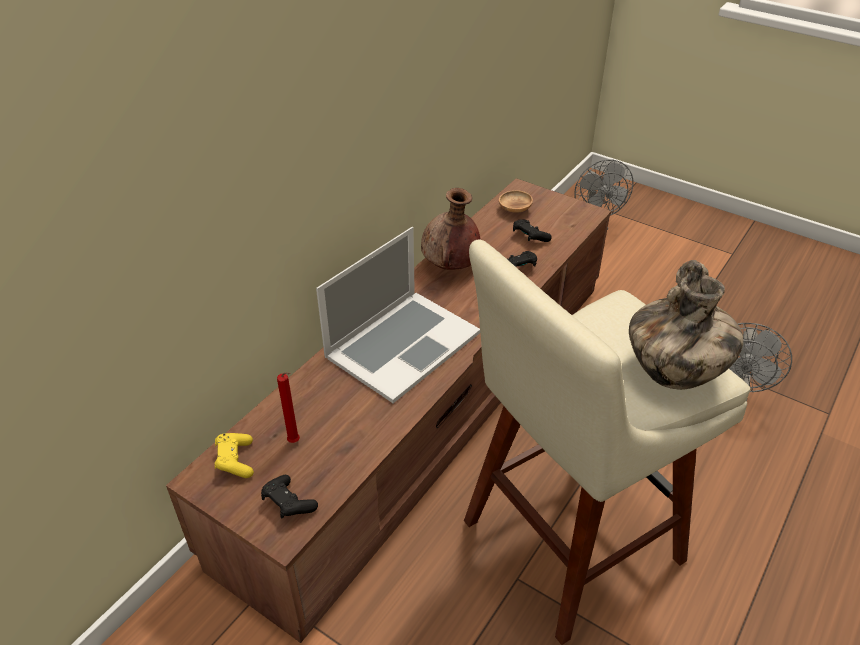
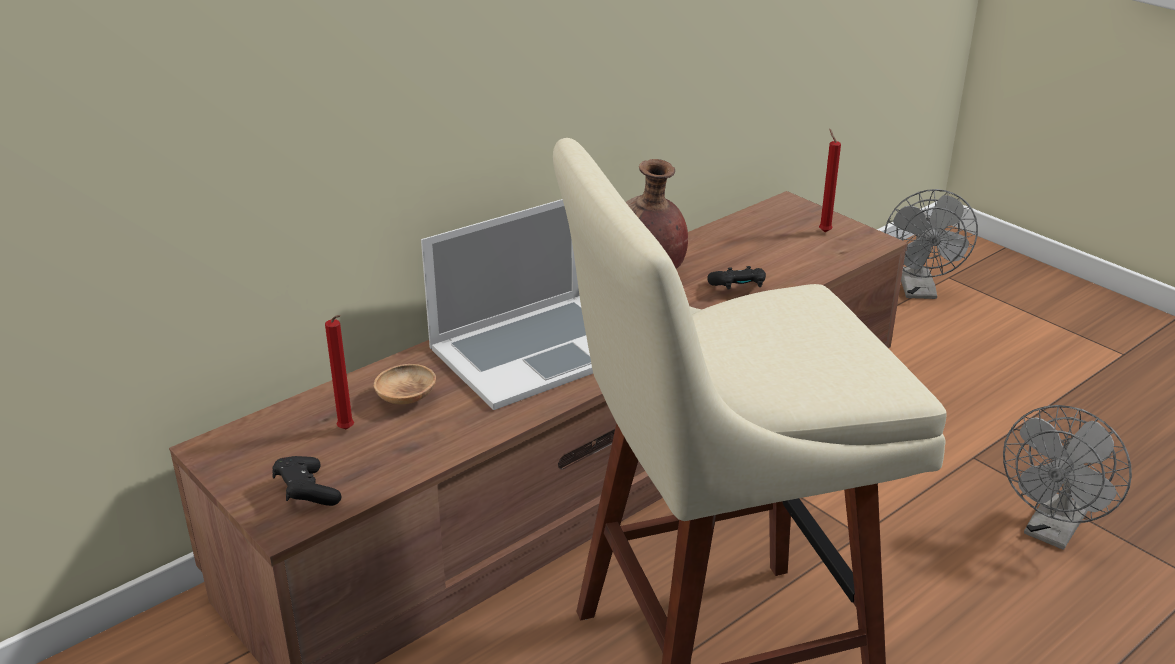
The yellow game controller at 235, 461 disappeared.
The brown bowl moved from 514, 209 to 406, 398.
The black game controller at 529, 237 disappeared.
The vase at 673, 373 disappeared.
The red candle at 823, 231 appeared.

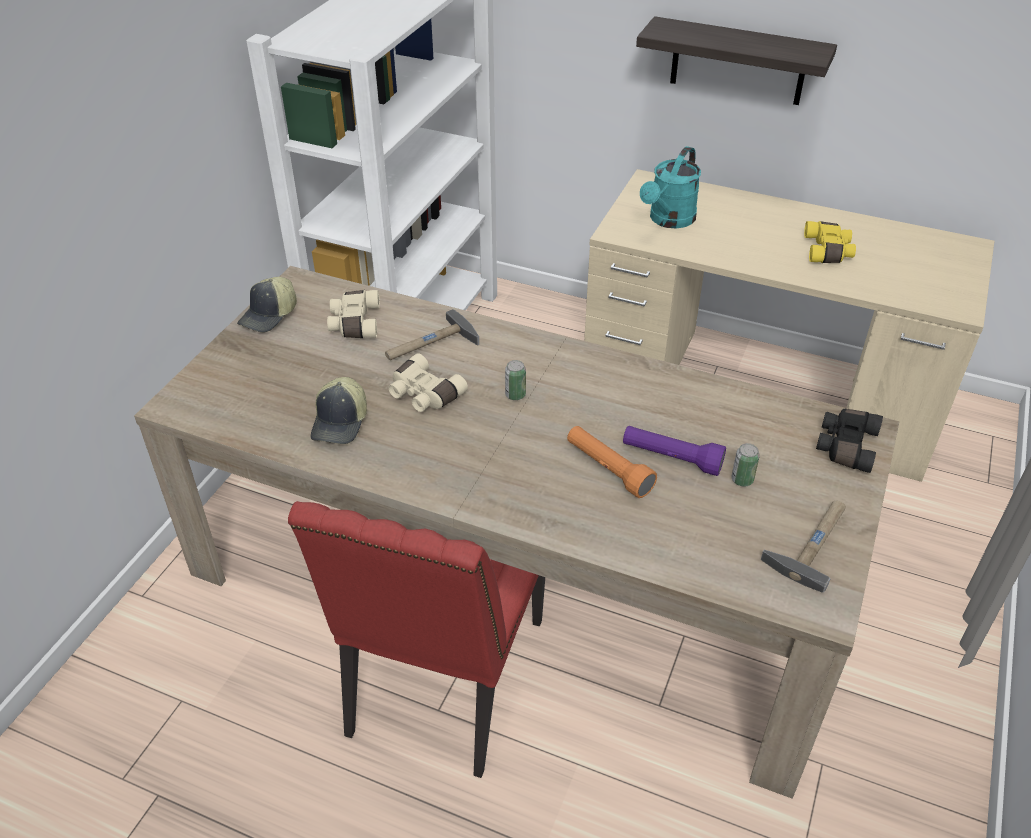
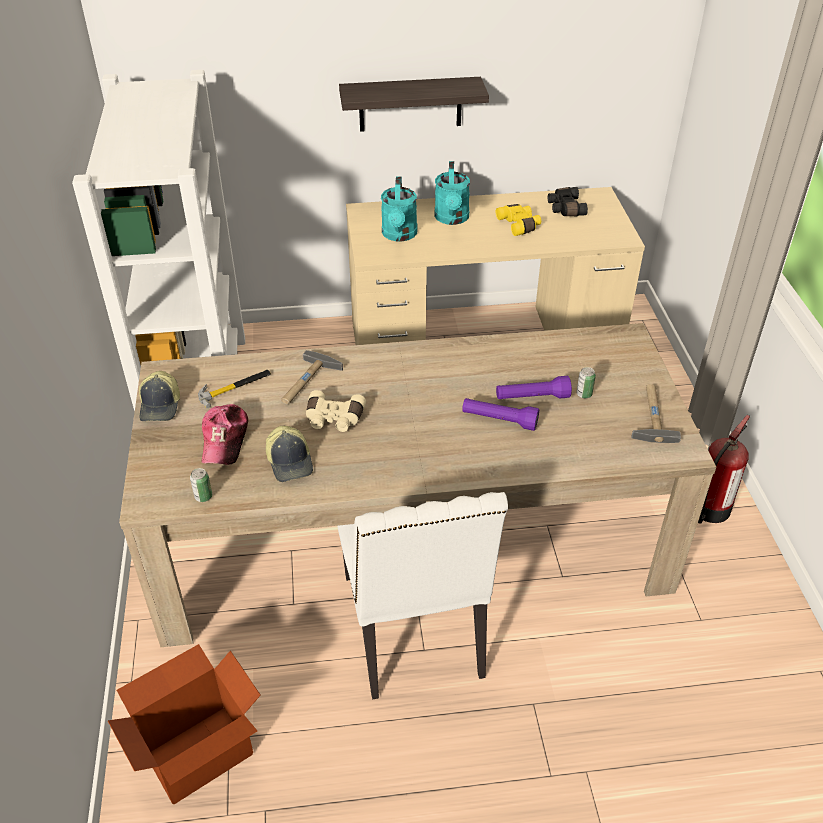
The red chair at 446, 674 became the white chair at 412, 623.
The beige binoculars at 354, 323 was replaced by the hammer at 235, 387.
The can moved from 515, 395 to 203, 496.
The orange flashlight at 608, 469 became the purple flashlight at 499, 420.
The black binoculars moved from 845, 446 to 565, 208.
The cardboard box at 198, 753 appeared.
The cap at 225, 440 appeared.
The turquoise watering can at 452, 219 appeared.
The fire extinguisher at 709, 510 appeared.

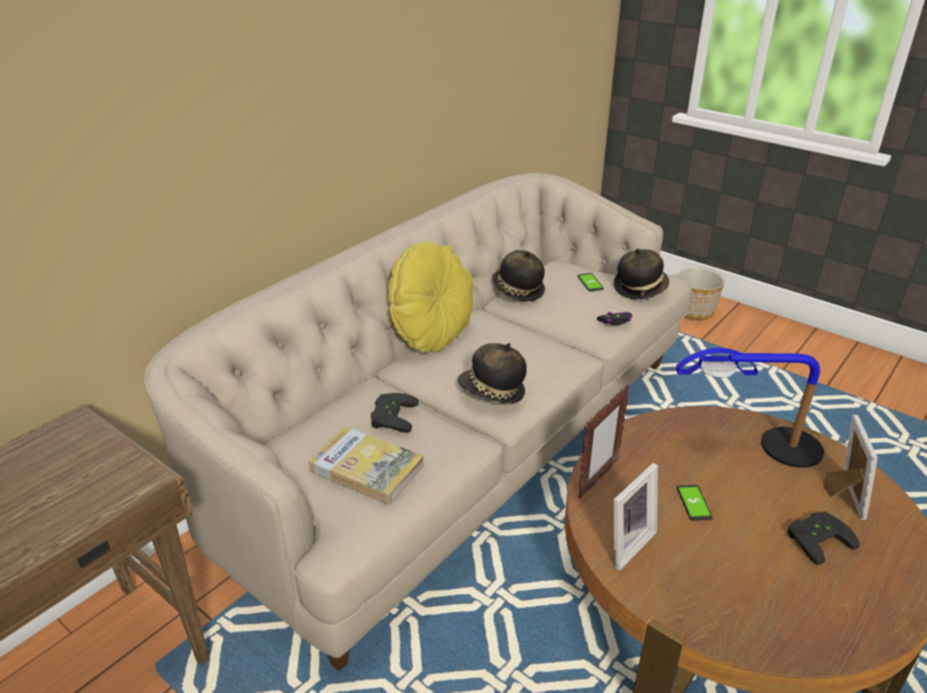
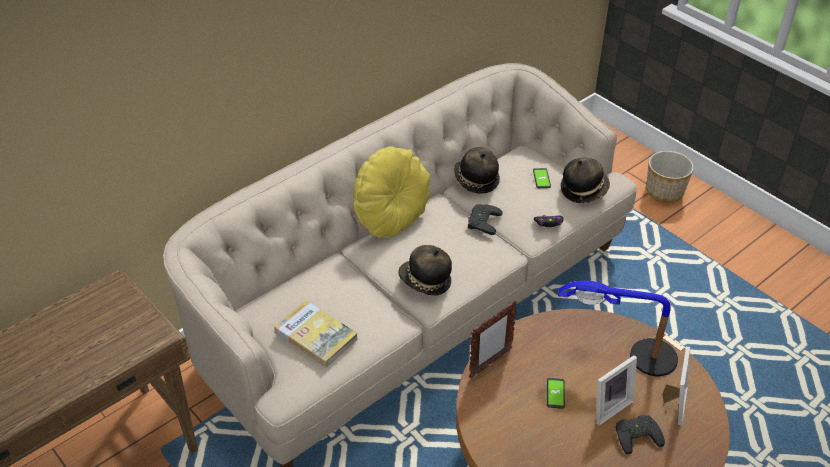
The black game controller moved from 391, 415 to 481, 221.
The picture frame moved from 625, 543 to 608, 406.

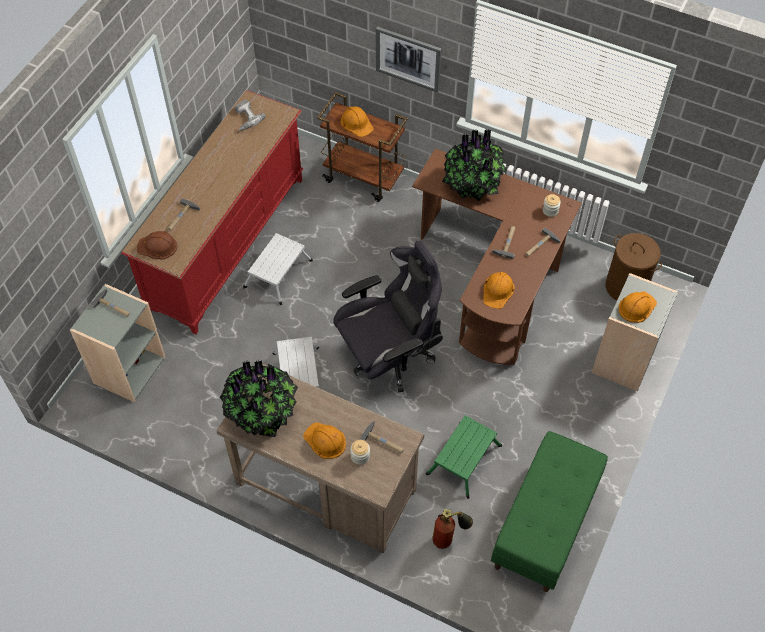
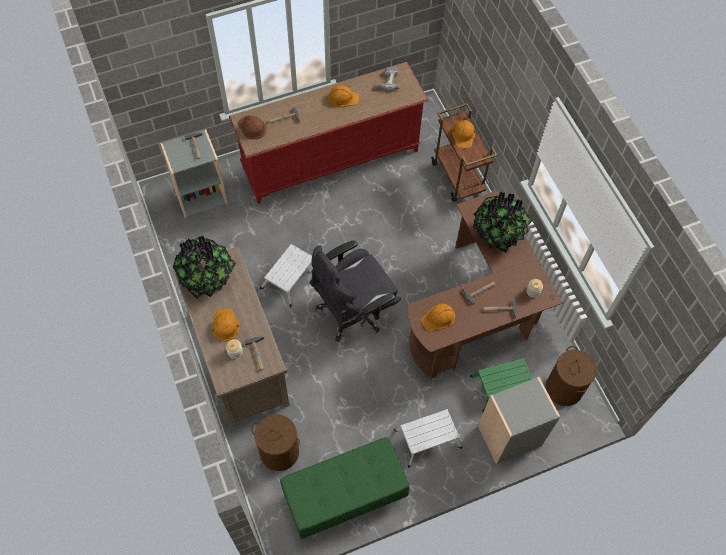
The white step ladder moved from 278, 274 to 427, 439.
The black office chair at 387, 359 turned 135 degrees clockwise.
The picture at 408, 58 disappeared.
The green step ladder moved from 463, 460 to 502, 386.
The fire extinguisher at 449, 537 was replaced by the brown laundry basket at 279, 452.
The orange hard hat moved from 636, 307 to 343, 98.

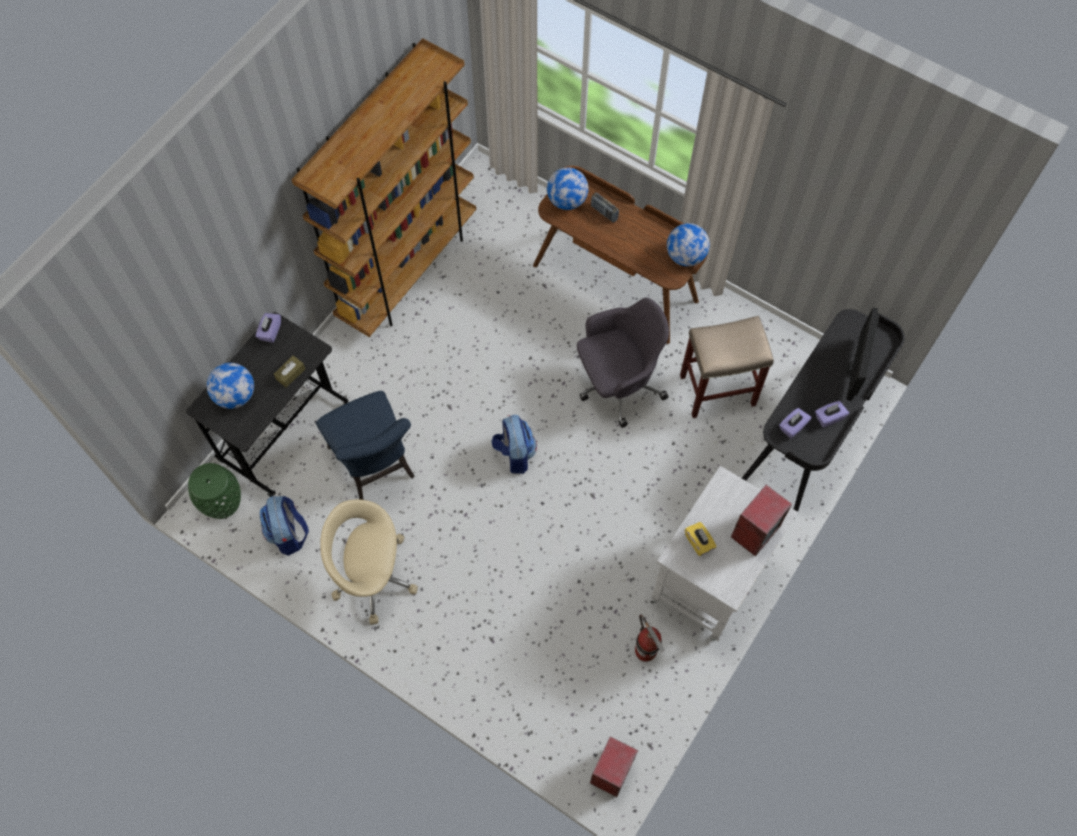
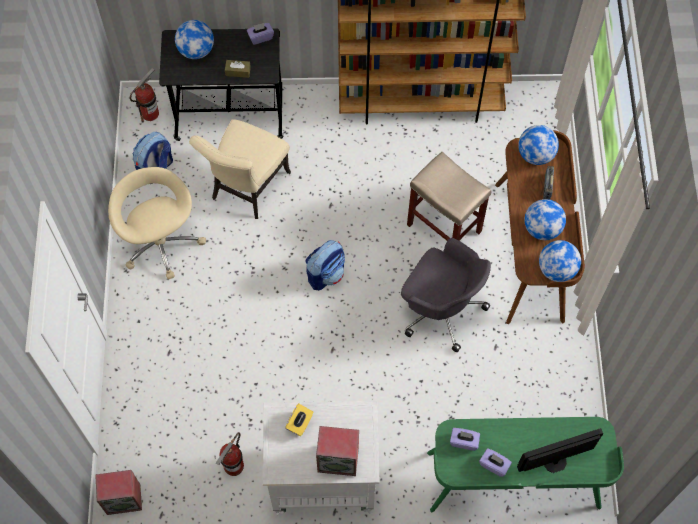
The green stool at 222, 502 was replaced by the fire extinguisher at 150, 113.
The blue chair at 375, 465 became the beige chair at 247, 188.
The beige stool moved from 718, 389 to 445, 228.
The black desk at 811, 431 became the green desk at 513, 481.
The globe at 542, 229 appeared.

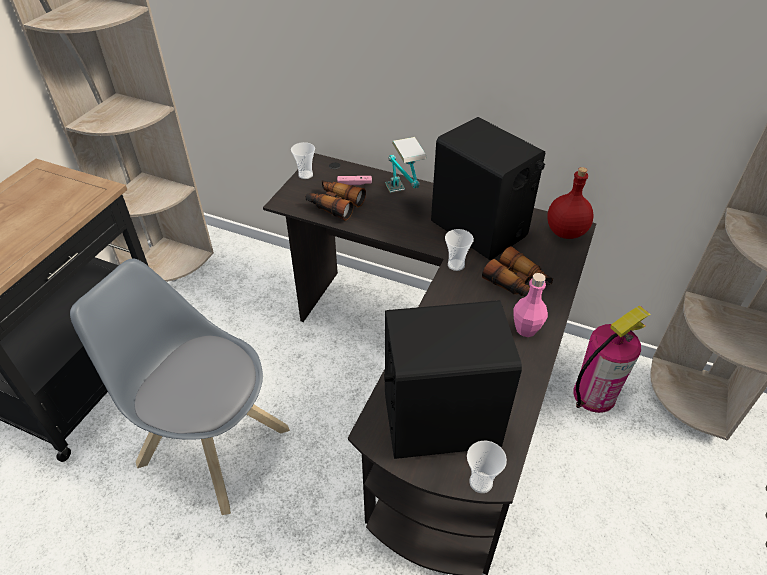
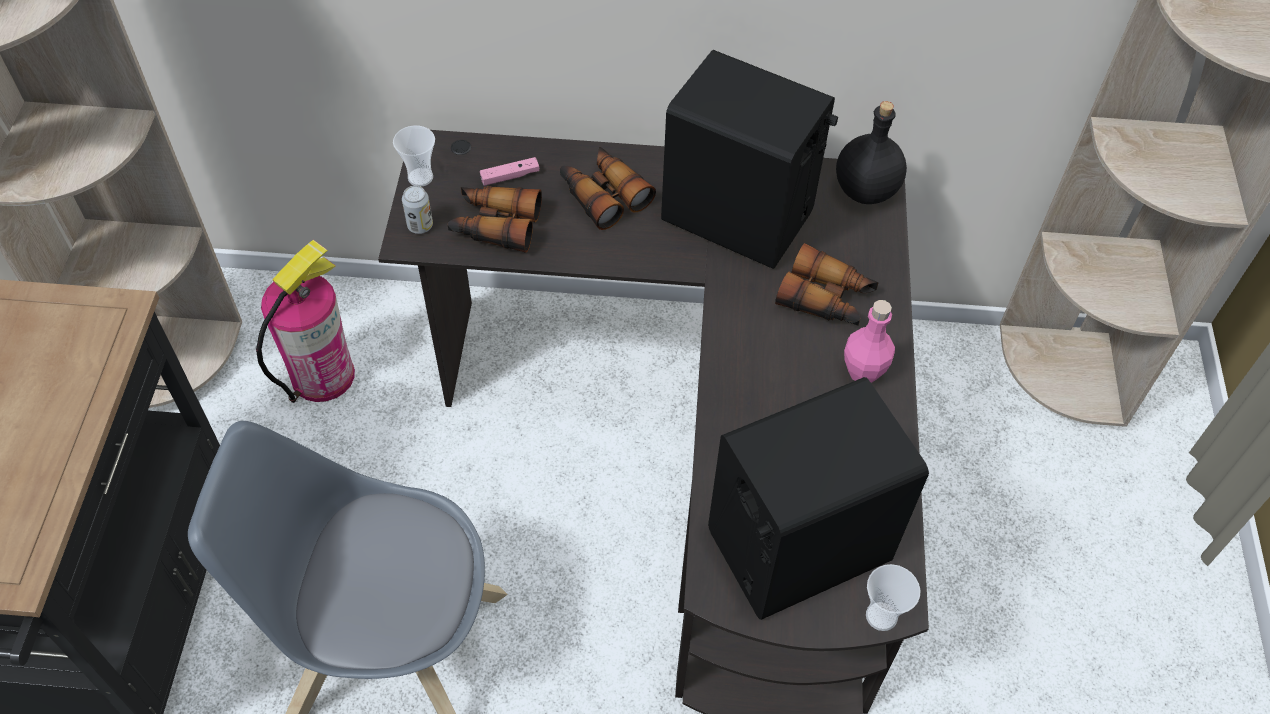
The table lamp at 403, 202 was replaced by the binoculars at 603, 194.
The cup at 456, 265 disappeared.
The red bottle at 565, 232 became the black bottle at 866, 191.
The fire extinguisher moved from 594, 394 to 322, 375.
The can at 420, 225 appeared.

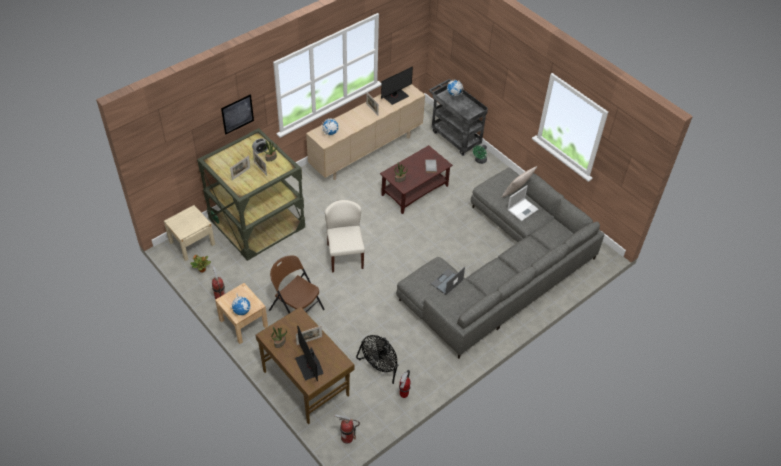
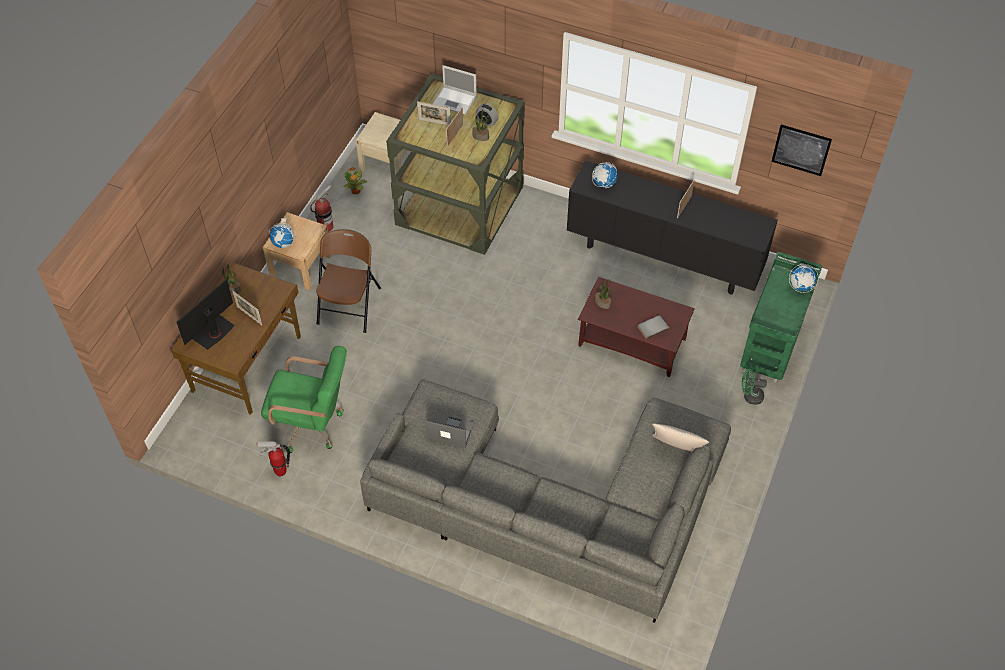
The picture moved from 237, 114 to 801, 150.
The beige cabinet at 366, 152 became the black cabinet at 664, 258.
The beige chair at 345, 256 disappeared.
The fire extinguisher at 347, 437 disappeared.
The black fan at 380, 364 was replaced by the green office chair at 313, 427.
The monitor at 395, 96 disappeared.
The black cart at 453, 139 became the green cart at 771, 346.
The laptop moved from 523, 209 to 455, 100.

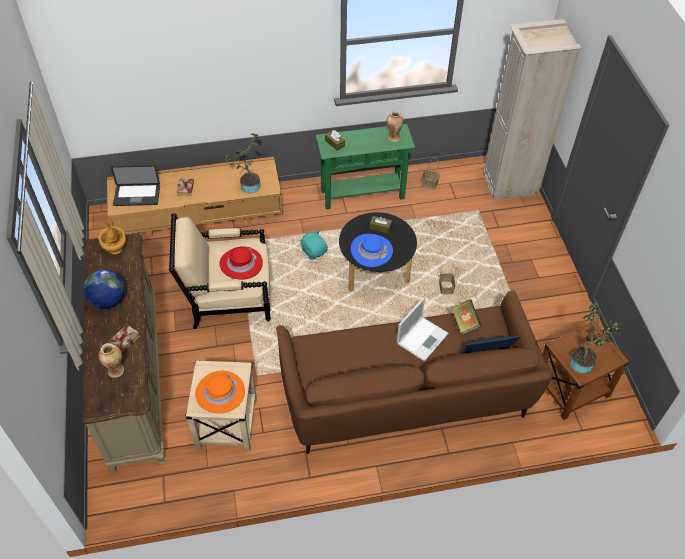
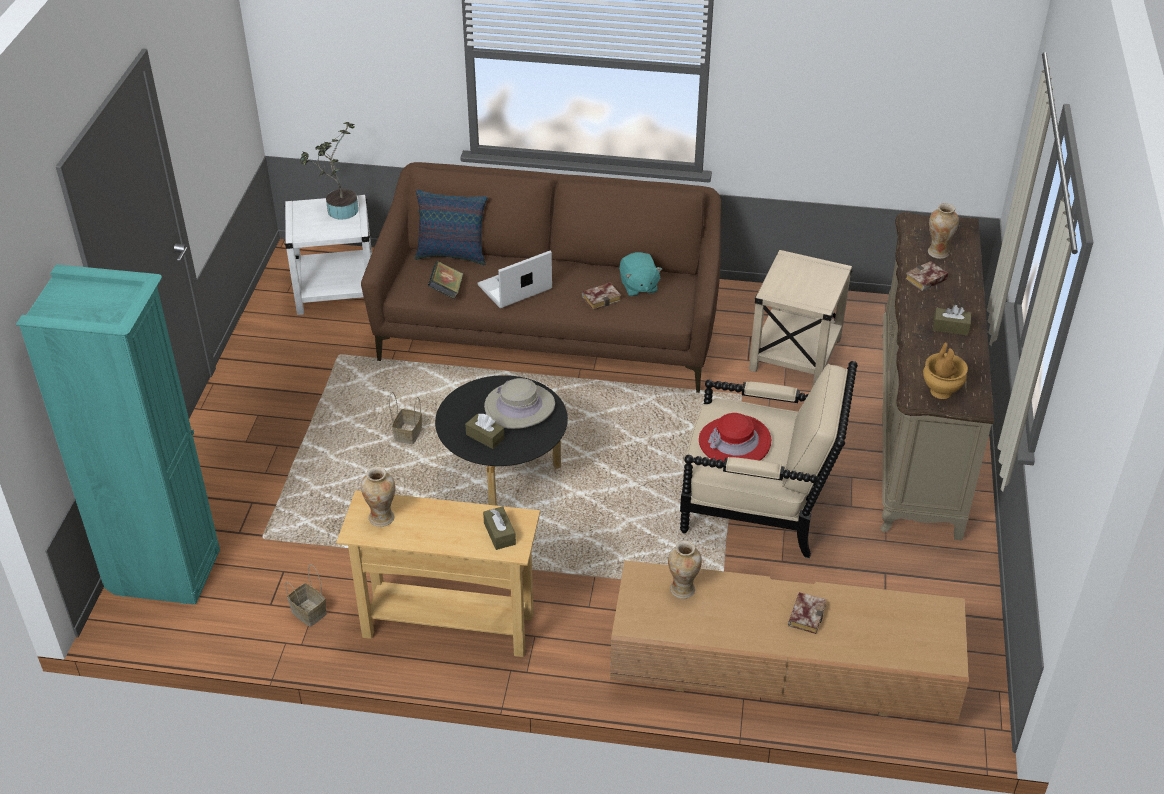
The globe at 108, 300 was replaced by the brown tissue box at 950, 327.
The laptop at 137, 196 disappeared.
The orange hat at 220, 392 disappeared.
The potted plant at 248, 186 was replaced by the vase at 682, 589.
The turquoise plush toy moved from 314, 251 to 638, 286.
The green console table at 362, 194 became the beige console table at 448, 625.
The blue hat at 371, 250 became the beige hat at 519, 407.
The beige cabinet at 509, 184 became the turquoise cabinet at 165, 571.
The brown side table at 570, 388 became the white side table at 336, 290.
The book at 602, 298 appeared.

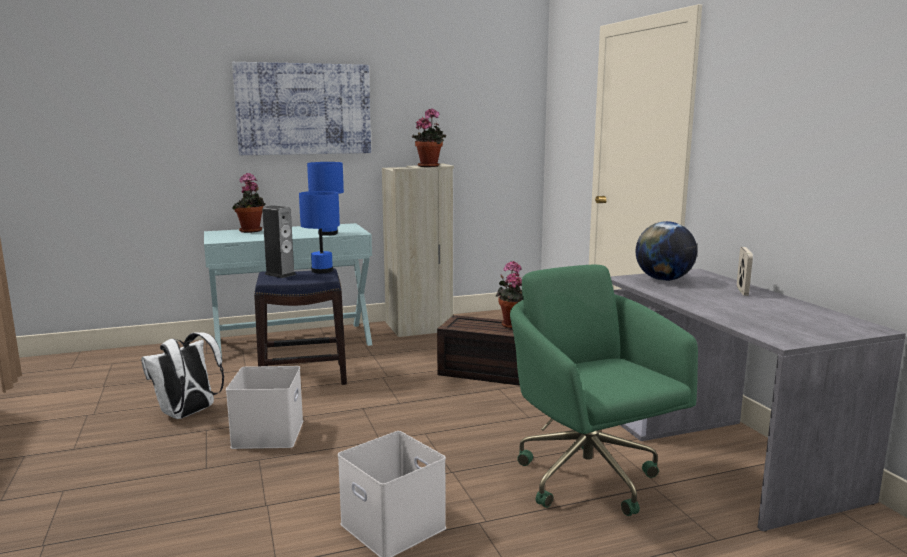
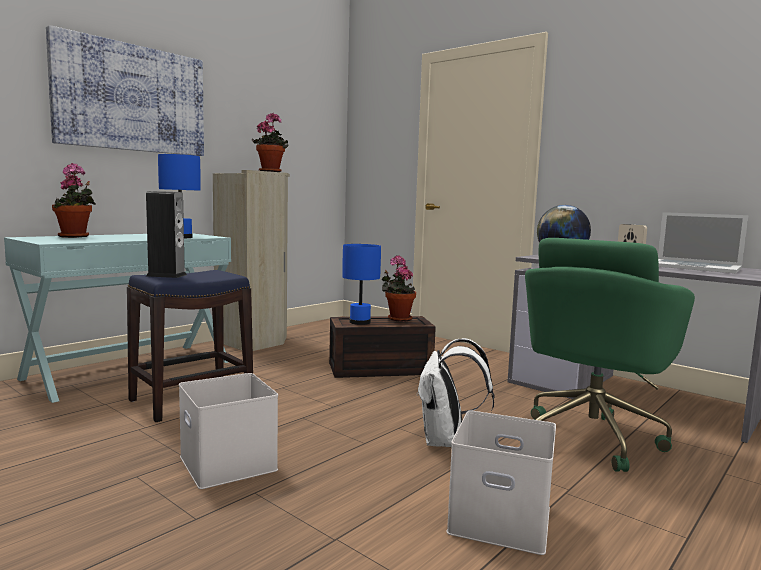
The white backpack moved from 188, 414 to 446, 442.
The blue table lamp moved from 321, 271 to 359, 322.
The green office chair at 591, 483 turned 90 degrees counterclockwise.
The laptop at 694, 267 appeared.

